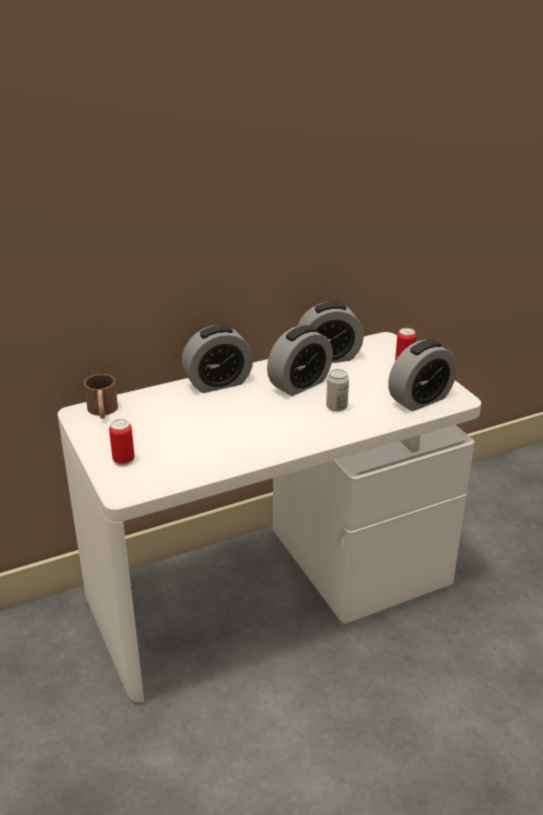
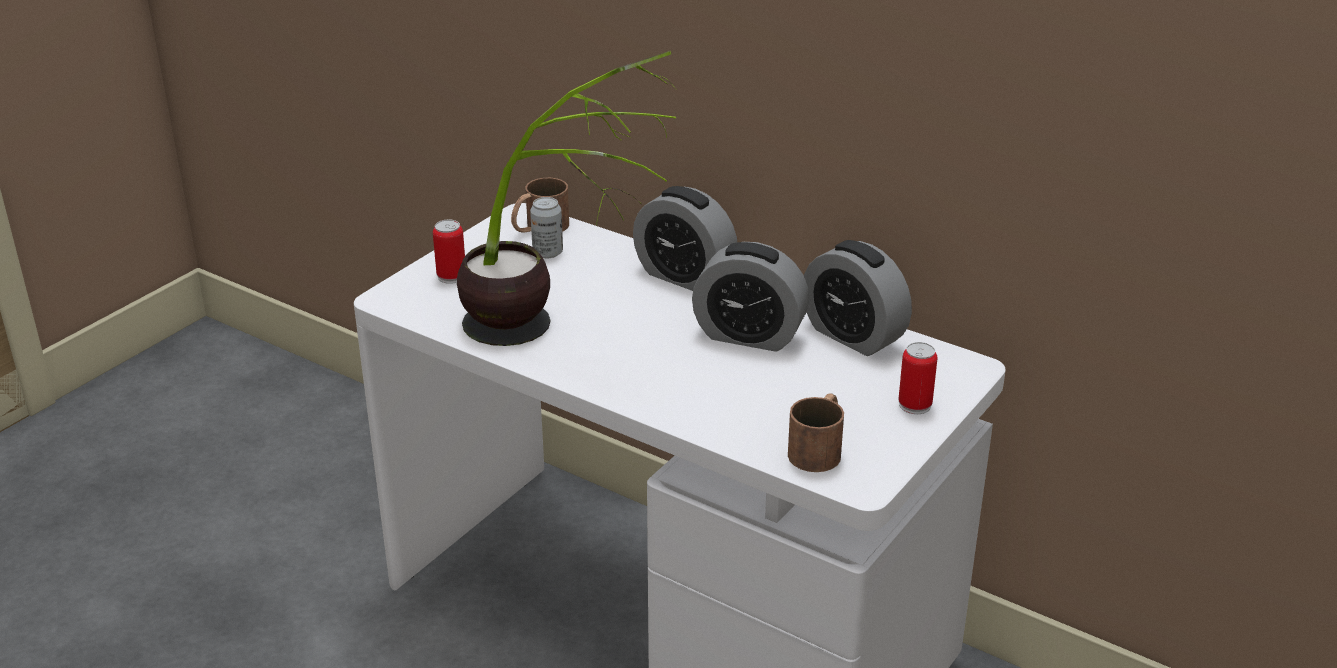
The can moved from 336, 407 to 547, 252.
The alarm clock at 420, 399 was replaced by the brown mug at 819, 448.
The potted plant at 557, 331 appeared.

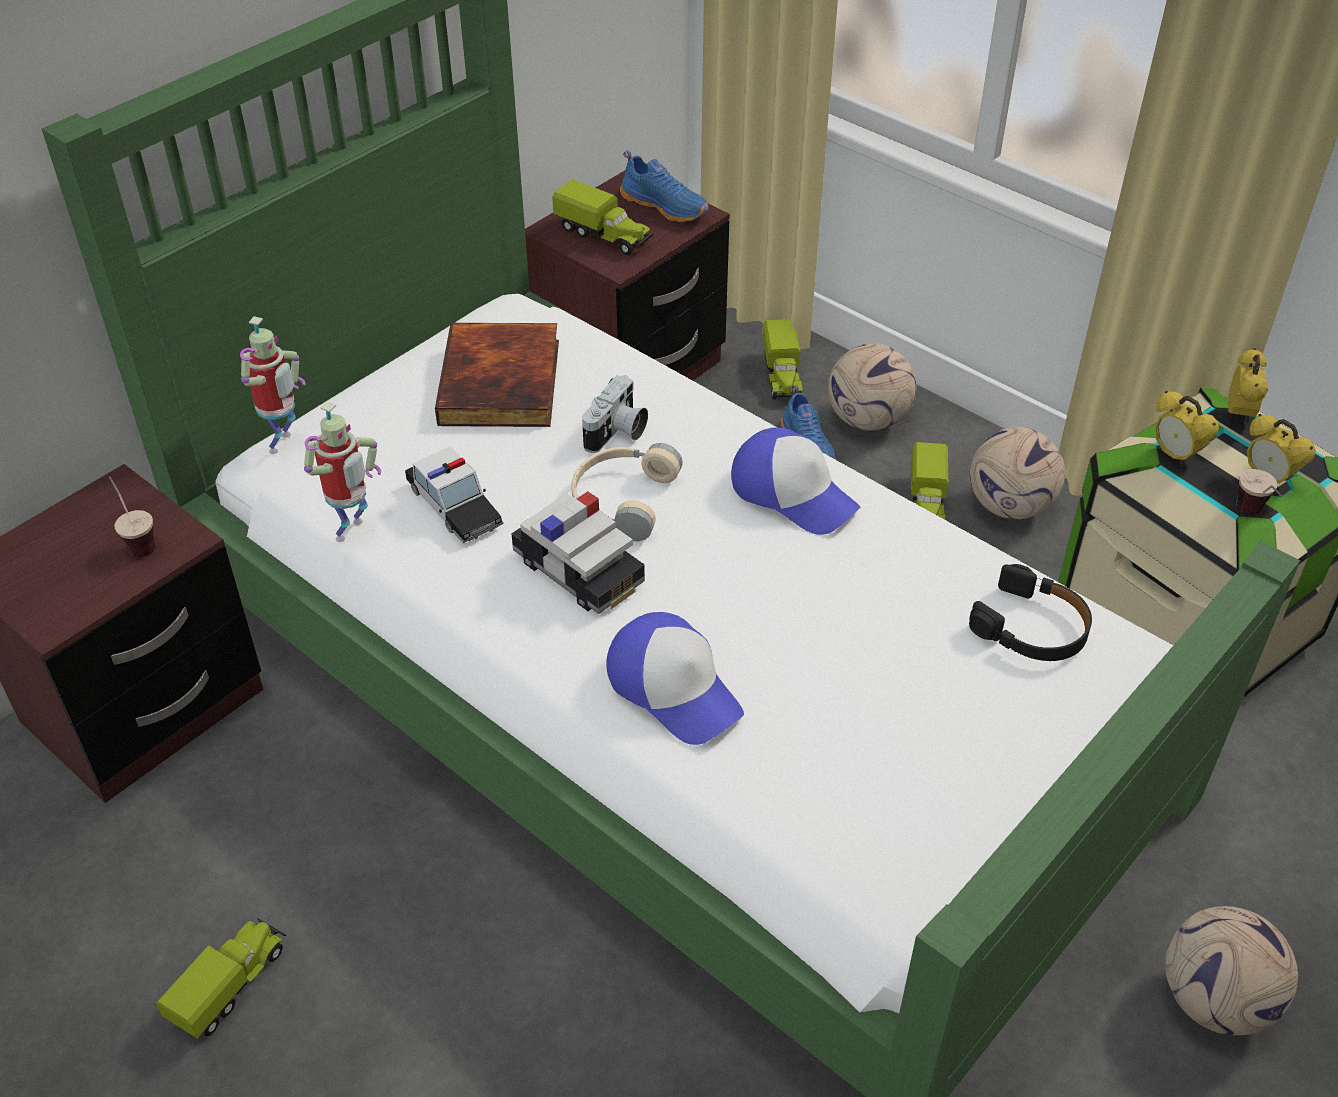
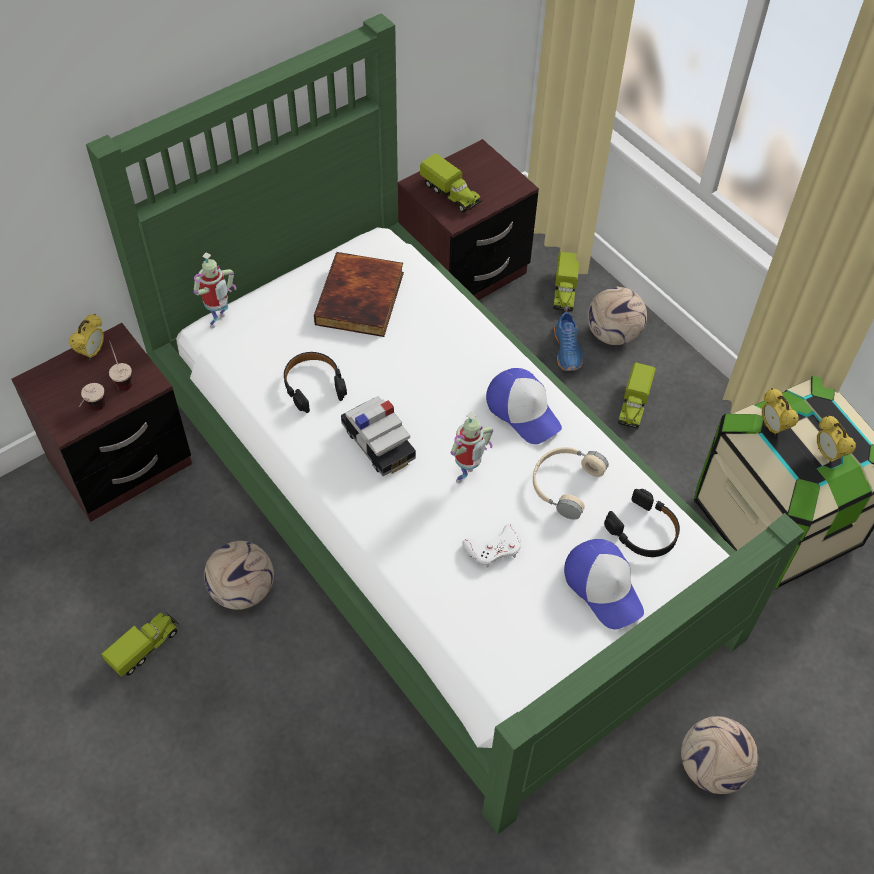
The toy robot moved from 353, 533 to 467, 477.
The toy car at 454, 506 was replaced by the black headphones at 313, 385.
The beige headphones moved from 621, 500 to 564, 484.
The photo camera at 617, 433 disappeared.
The cap moved from 674, 688 to 603, 587.
The blue shoe at 665, 206 disappeared.
The football moved from 1008, 507 to 242, 591.
The alarm clock moved from 1239, 415 to 92, 352.
The cup moved from 1253, 518 to 94, 412.
The white game controller at 494, 548 appeared.

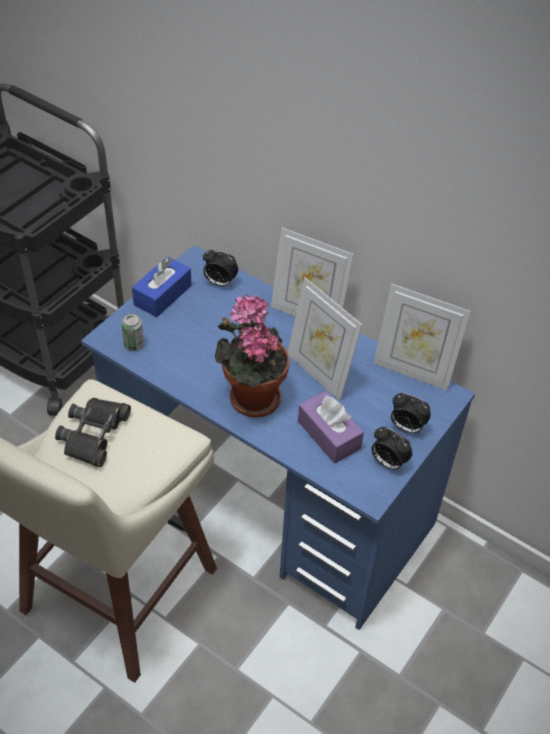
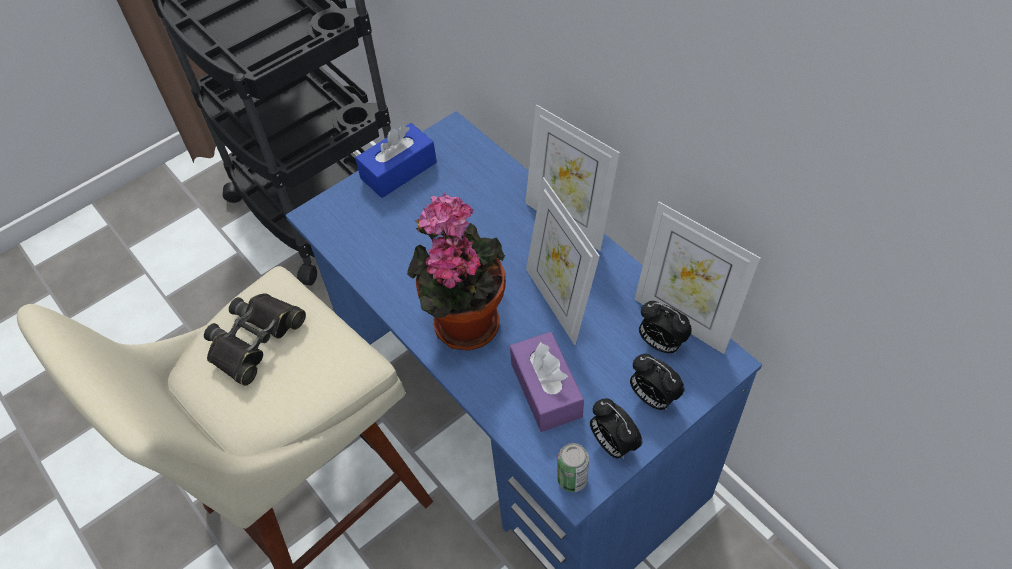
The can moved from 134, 345 to 572, 479.
The alarm clock moved from 219, 283 to 660, 343.

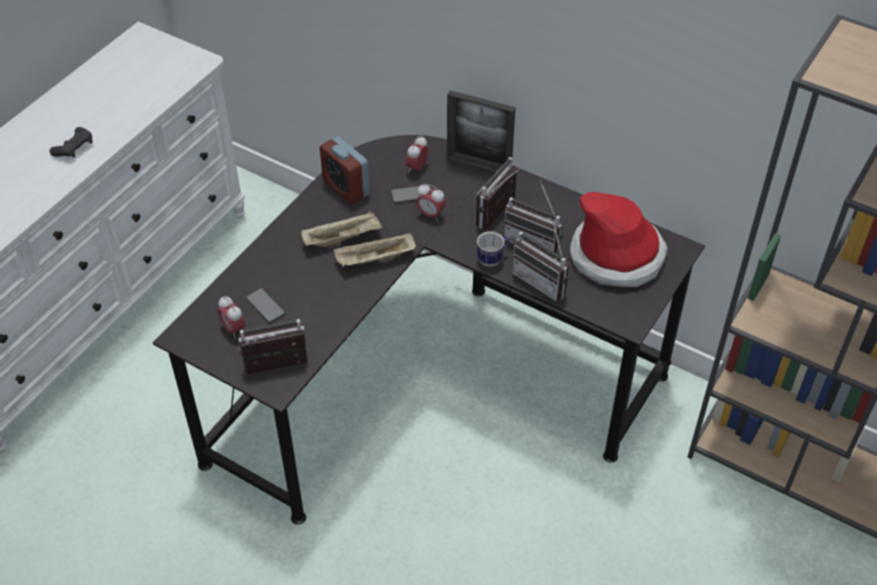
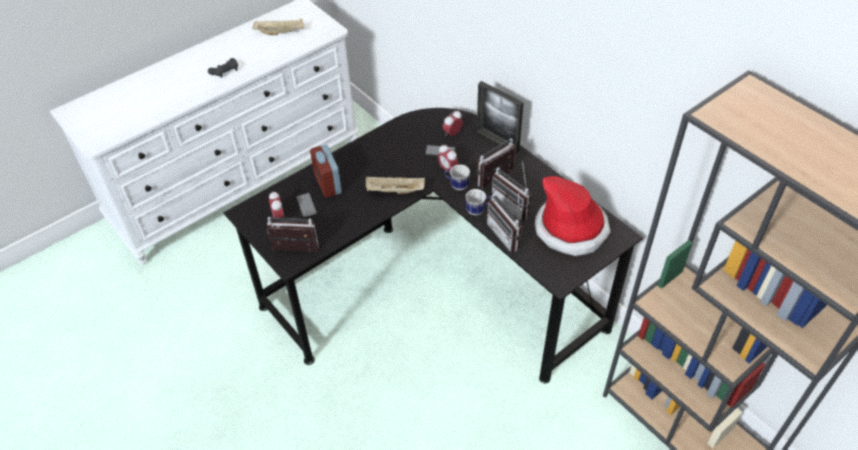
The beige tray moved from 343, 238 to 280, 32.
The alarm clock moved from 346, 188 to 328, 184.
The mug at 456, 185 appeared.

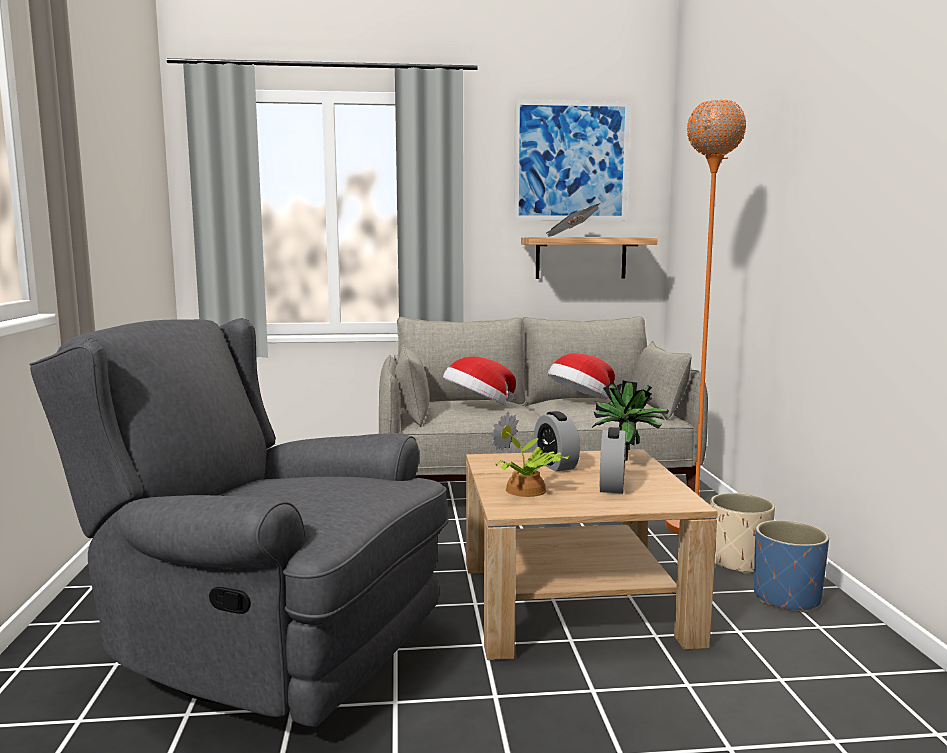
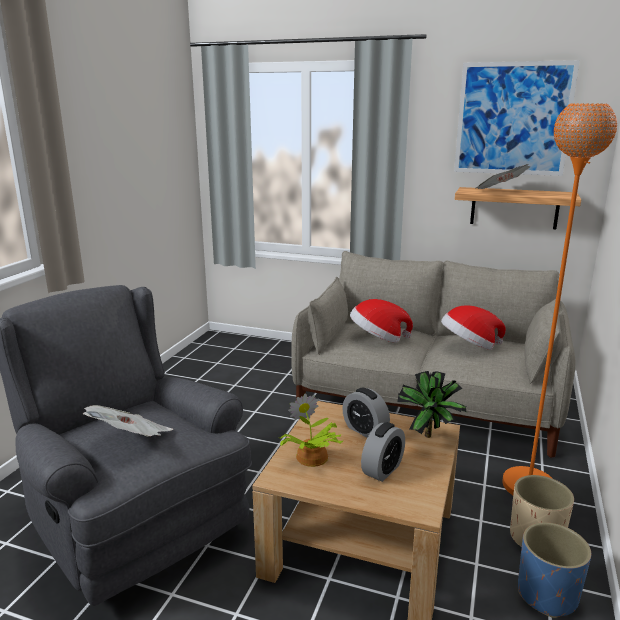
The alarm clock at 555, 465 turned 45 degrees counterclockwise.
The newspaper at 131, 439 appeared.

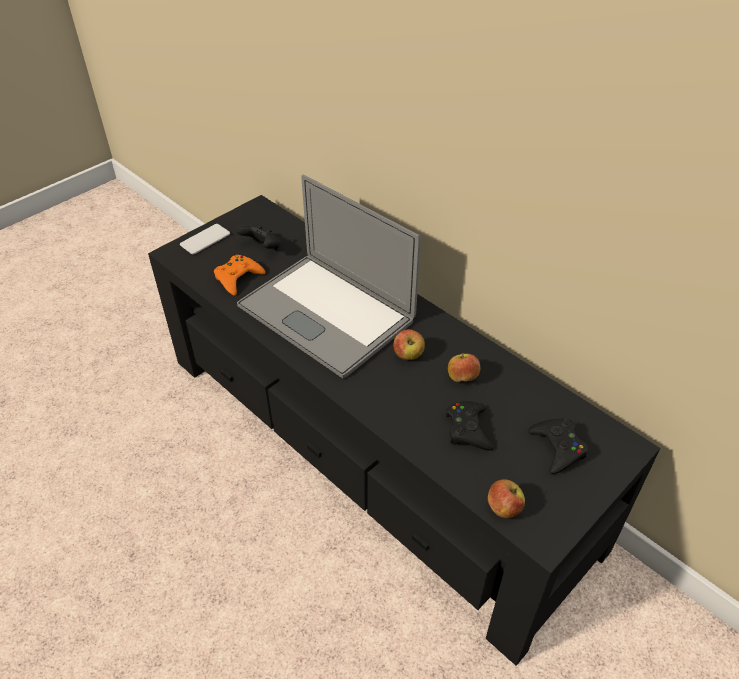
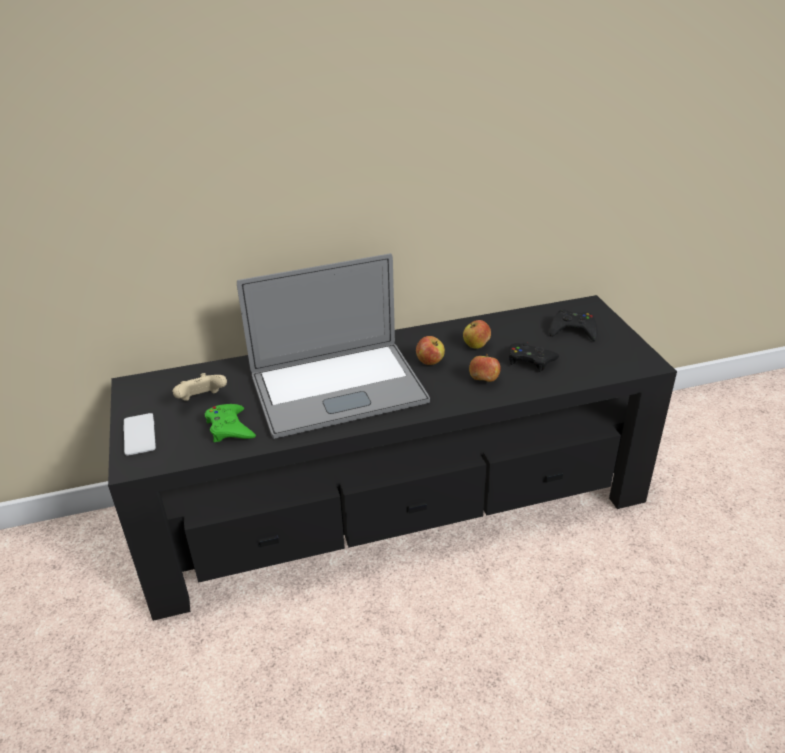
The orange game controller at 238, 278 became the green game controller at 230, 428.
The black game controller at 262, 248 became the beige game controller at 202, 400.
The apple moved from 503, 508 to 484, 380.

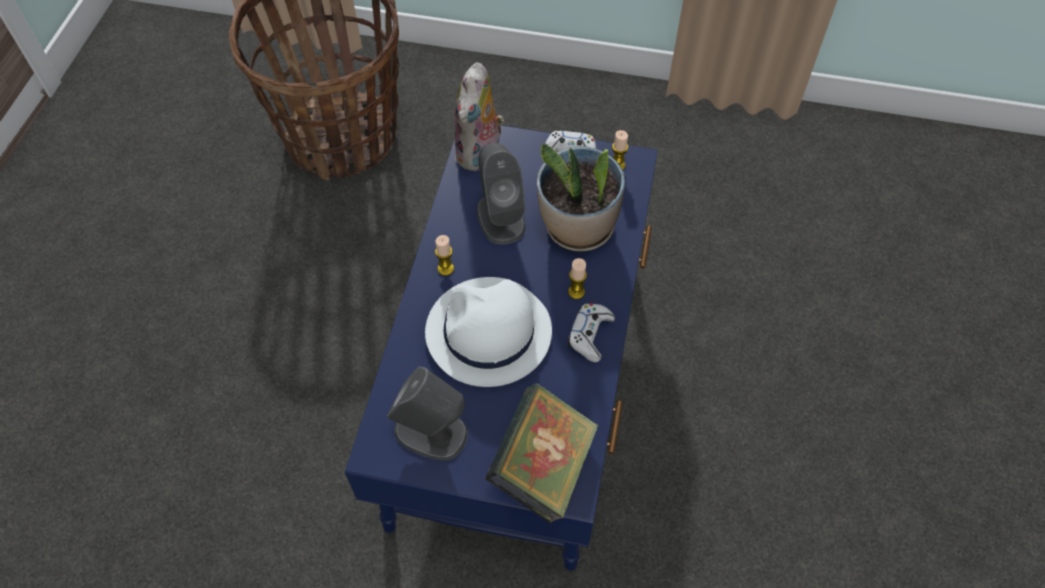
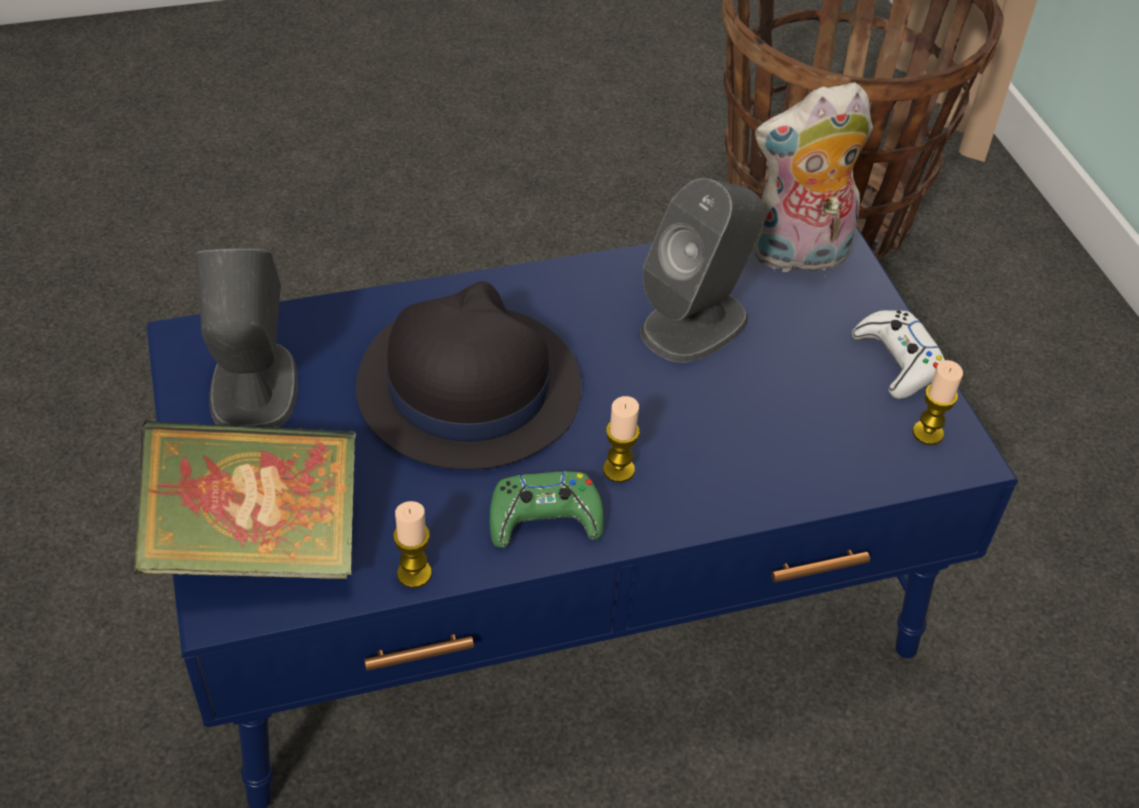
The white hat at 488, 333 became the black hat at 467, 387.
The candle moved from 445, 269 to 414, 574.
The potted plant at 578, 228 disappeared.
The white game controller at 590, 335 became the green game controller at 544, 519.

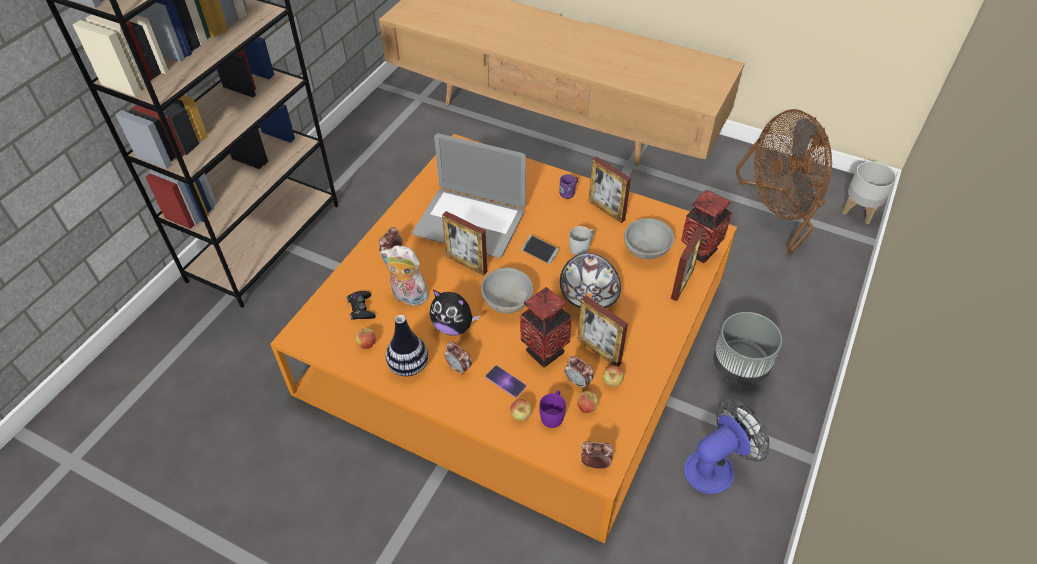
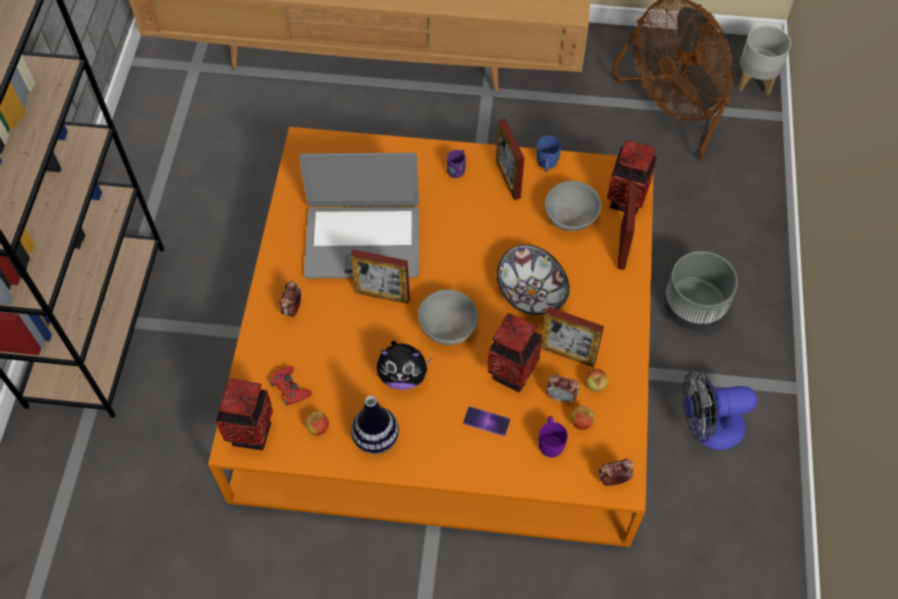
The black game controller at 361, 308 became the red game controller at 290, 388.
The plush toy at 407, 297 disappeared.
The alarm clock at 459, 368 disappeared.
The apple at 521, 416 disappeared.
The phone at 539, 252 disappeared.
The white mug at 582, 247 disappeared.
The picture frame at 606, 210 turned 45 degrees clockwise.
The fan at 716, 466 turned 135 degrees counterclockwise.
The vase at 252, 434 appeared.
The blue mug at 546, 164 appeared.

